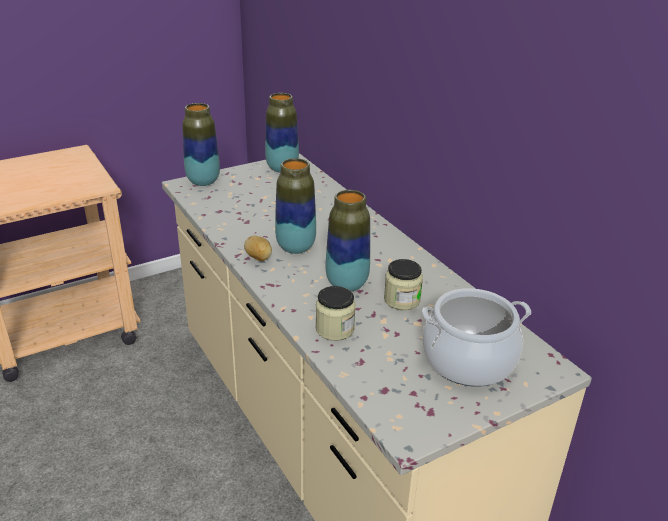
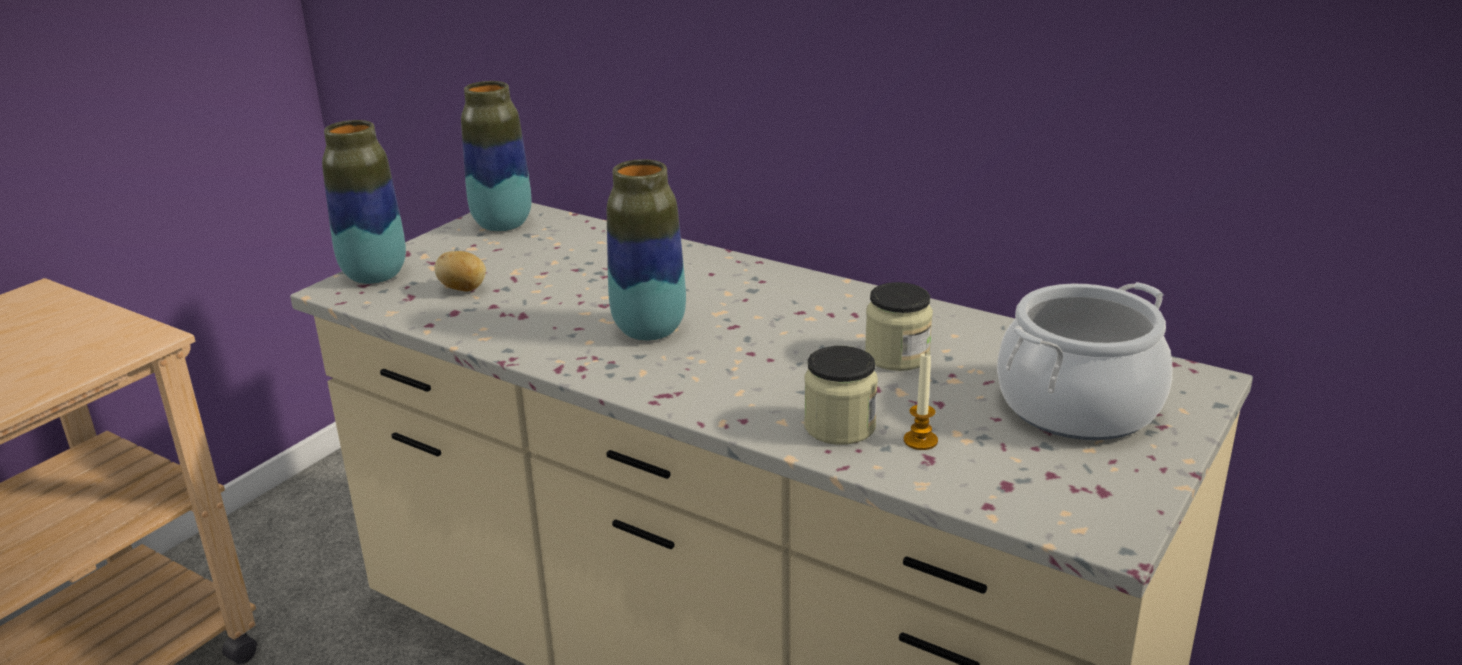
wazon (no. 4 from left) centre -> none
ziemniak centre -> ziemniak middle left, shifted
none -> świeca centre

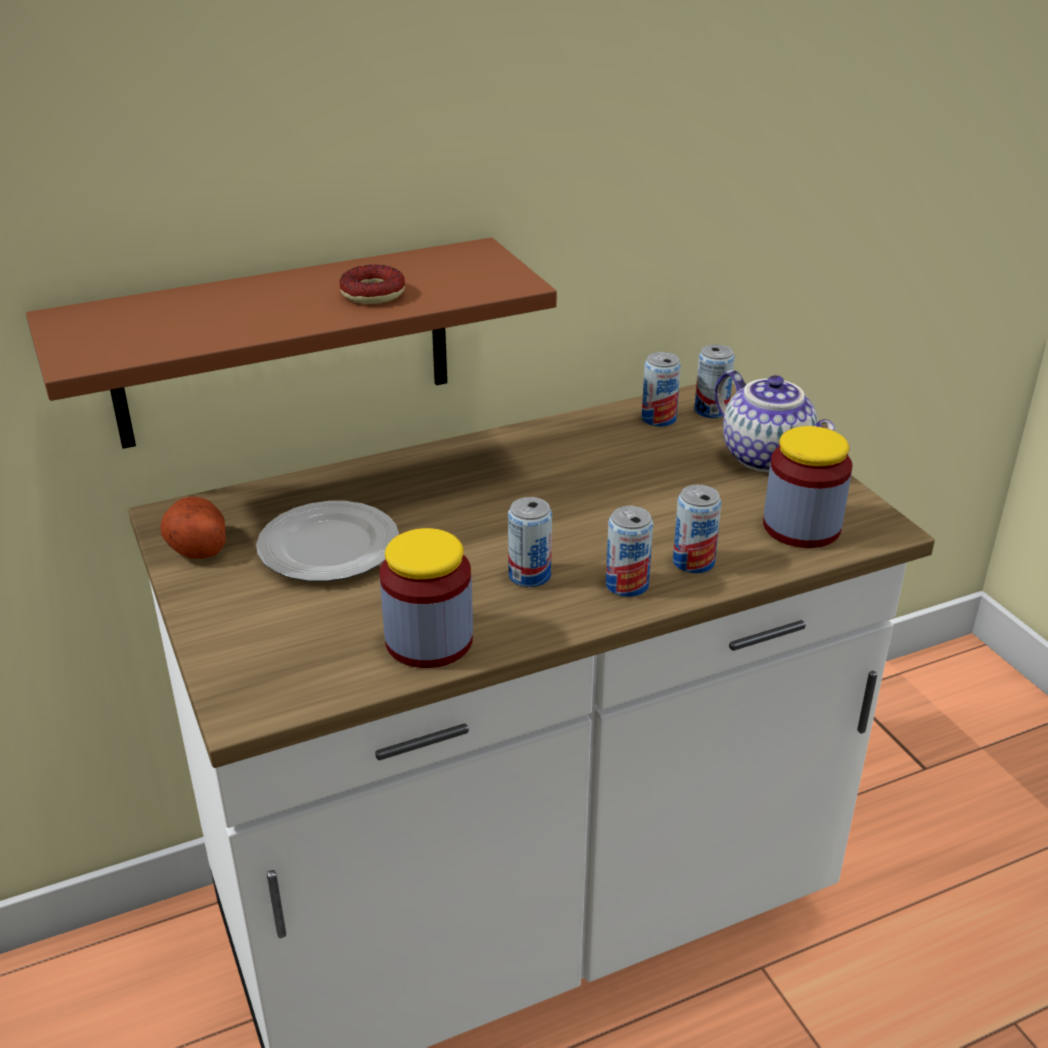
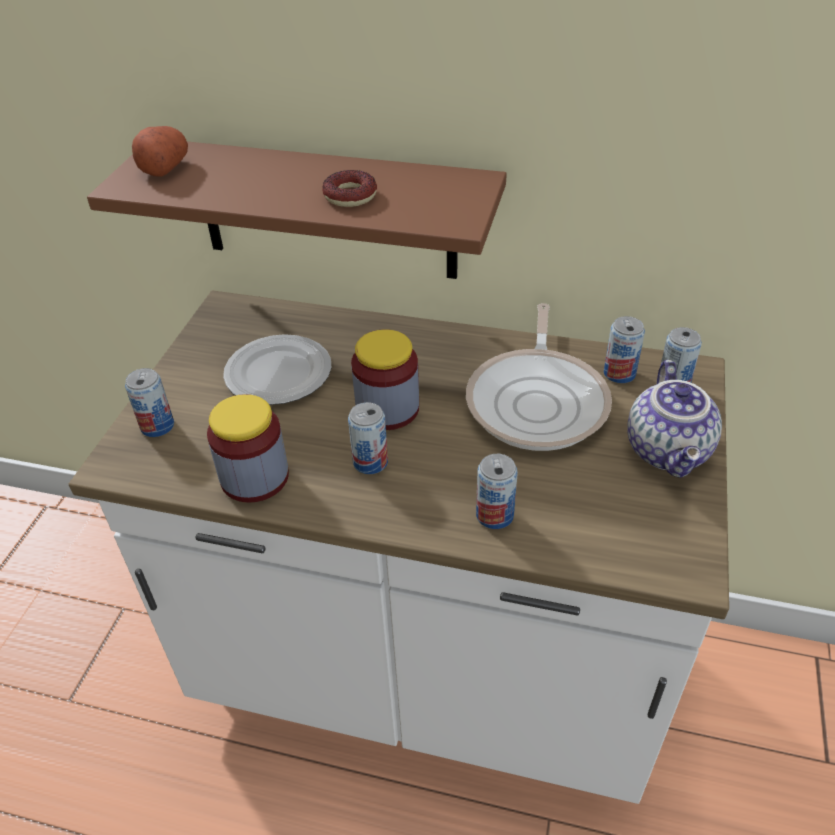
słoik (no. 2 from left) middle right -> słoik (no. 2 from left) centre, shifted
ziemniak middle left -> ziemniak top left, shifted
puszka (no. 2 from left in the first image) centre -> puszka (no. 1 from left) middle left, shifted
none -> patelnia centre

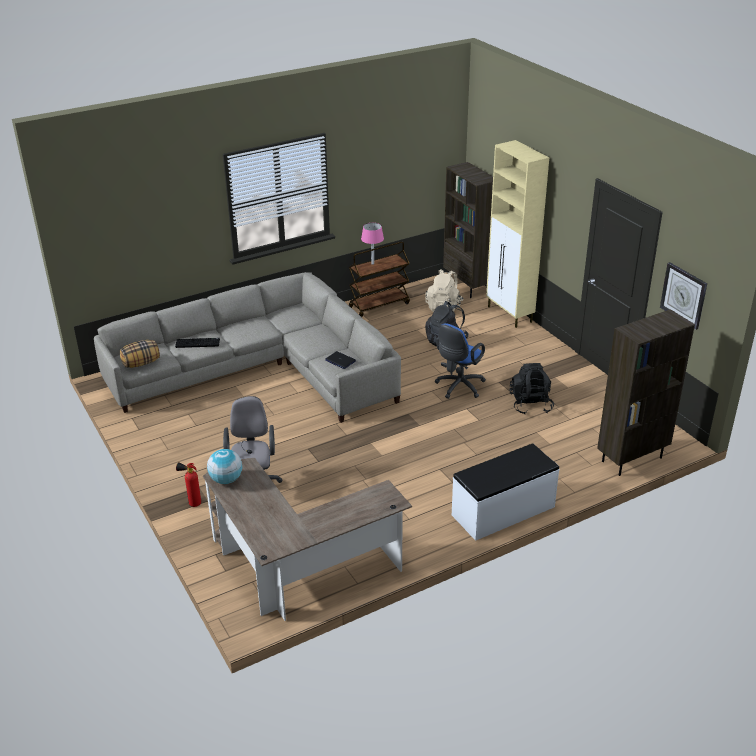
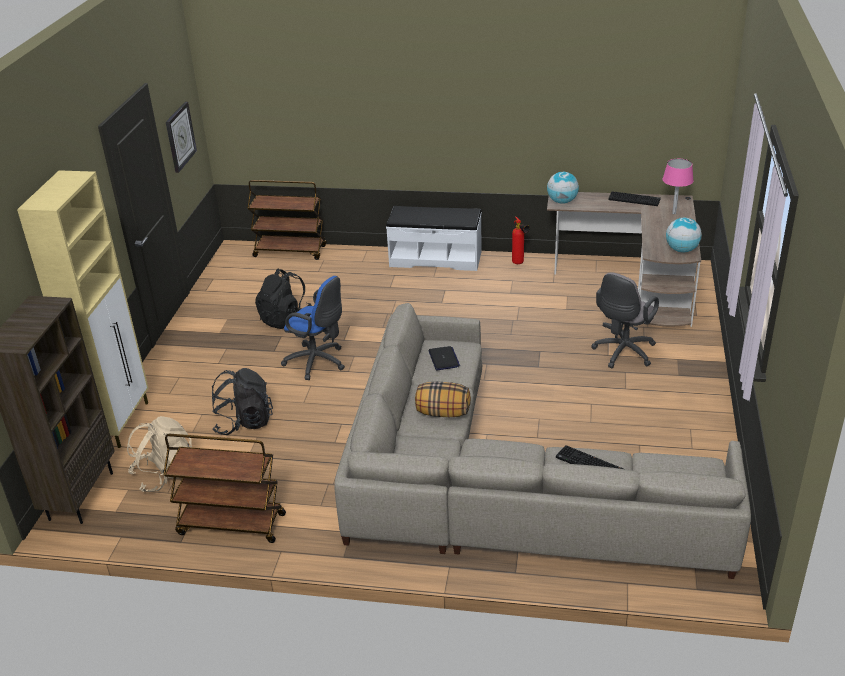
lampa stołowa/różowy top centre -> lampa stołowa/różowy top right, shifted
regał/brązowy (no. 2 from left) middle right -> wózek/brązowy (no. 2 from left) top centre
krzesło biurowe/niebieski centre, 45 degrees clockwise
poduszka middle left -> poduszka centre, shifted
gaśnica middle left -> gaśnica centre, shifted
none -> globus (no. 1 from left) top centre
none -> klawiatura (no. 2 from left) top right

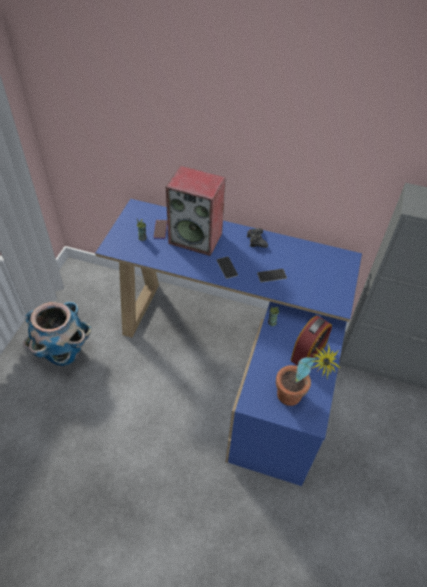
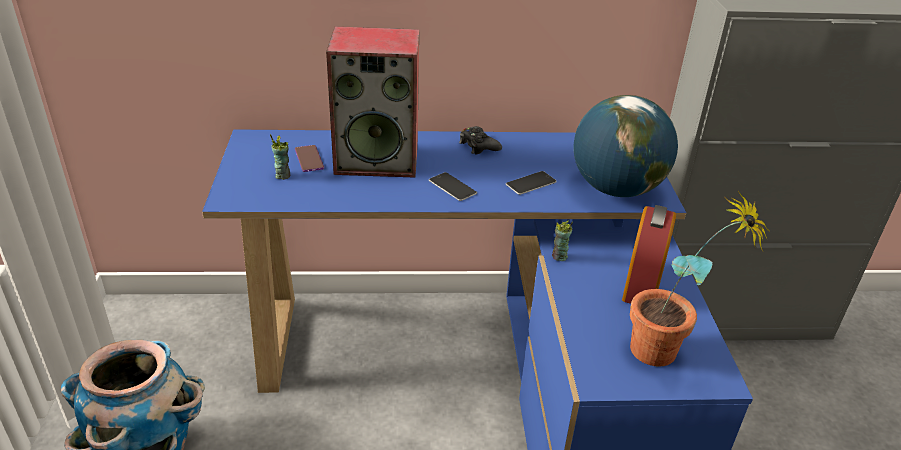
none -> globus top right

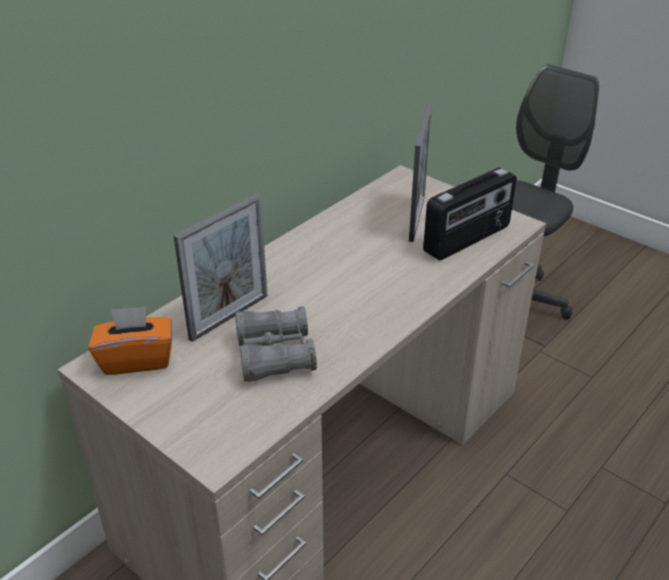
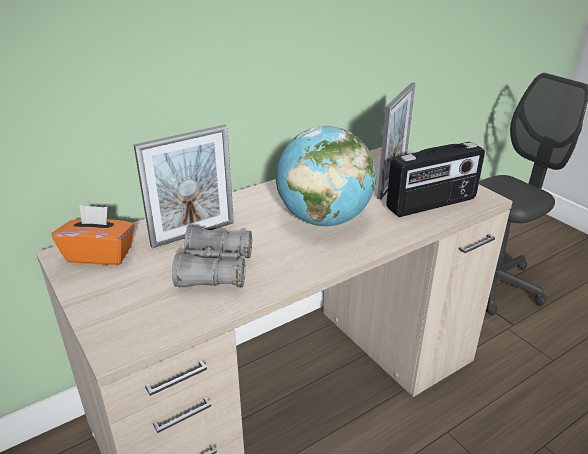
none -> globus centre

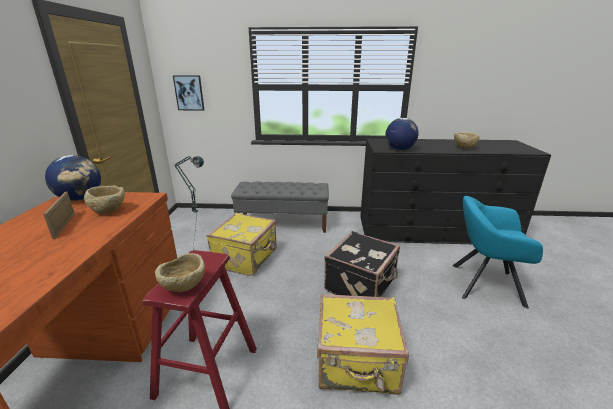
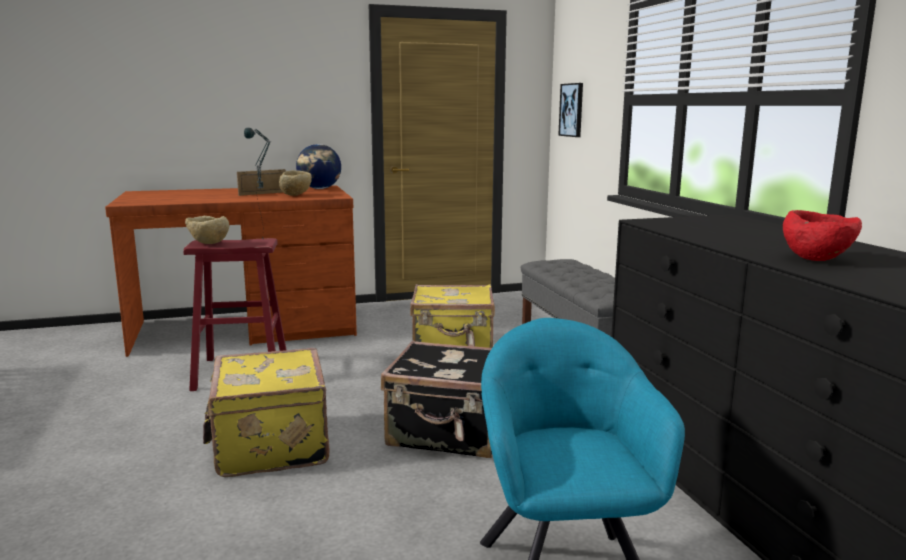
globus (no. 2 from left) top centre -> none
miska/beżowy (no. 3 from left) middle right -> miska/czerwony middle right

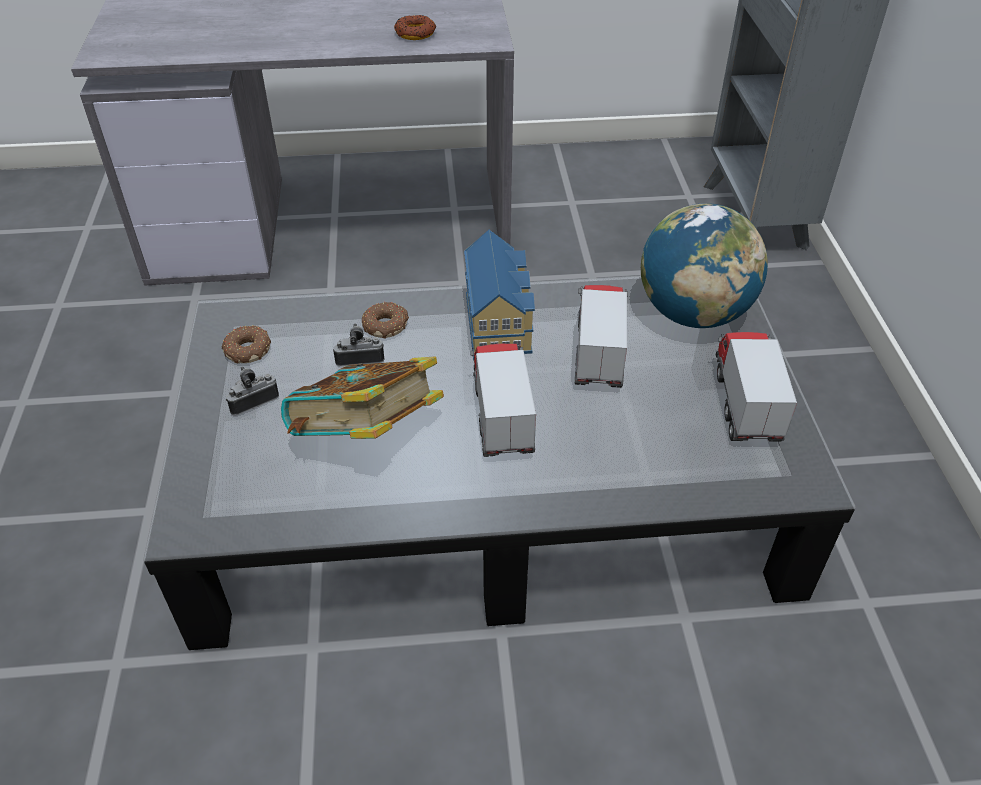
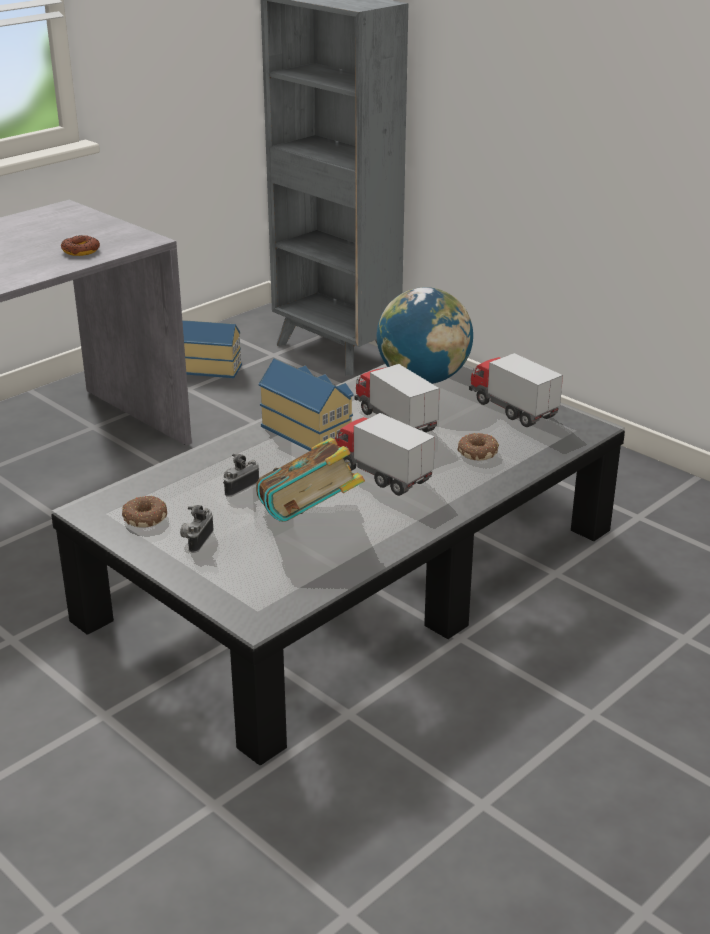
donut (no. 2 from left in the first image) centre -> donut (no. 3 from left) middle right, shifted
none -> domek (no. 1 from left) middle left

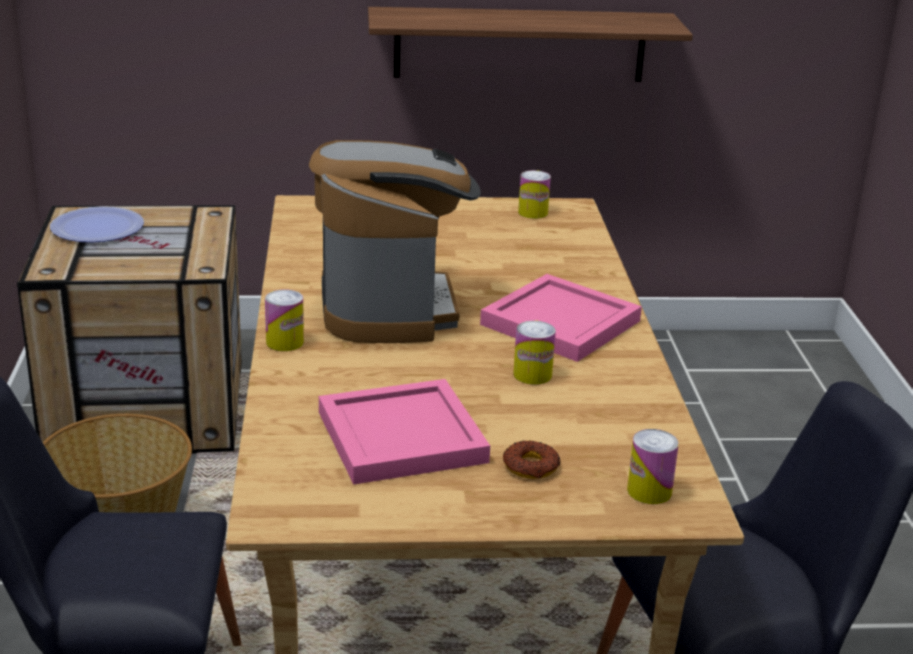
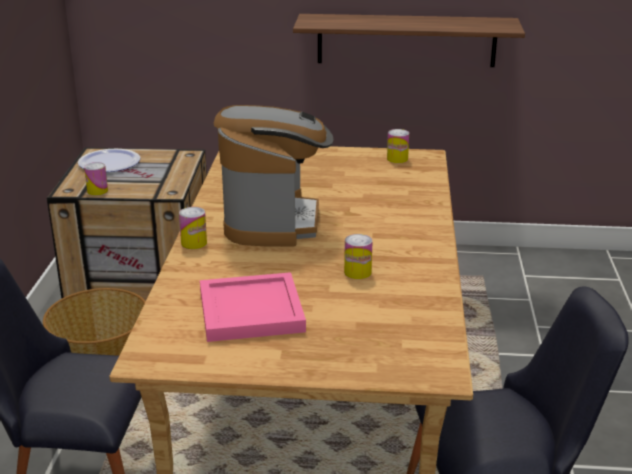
taca/różowy (no. 2 from left) centre -> none
puszka (no. 4 from left in the first image) bottom right -> puszka (no. 1 from left) middle left, shifted
donut bottom centre -> none

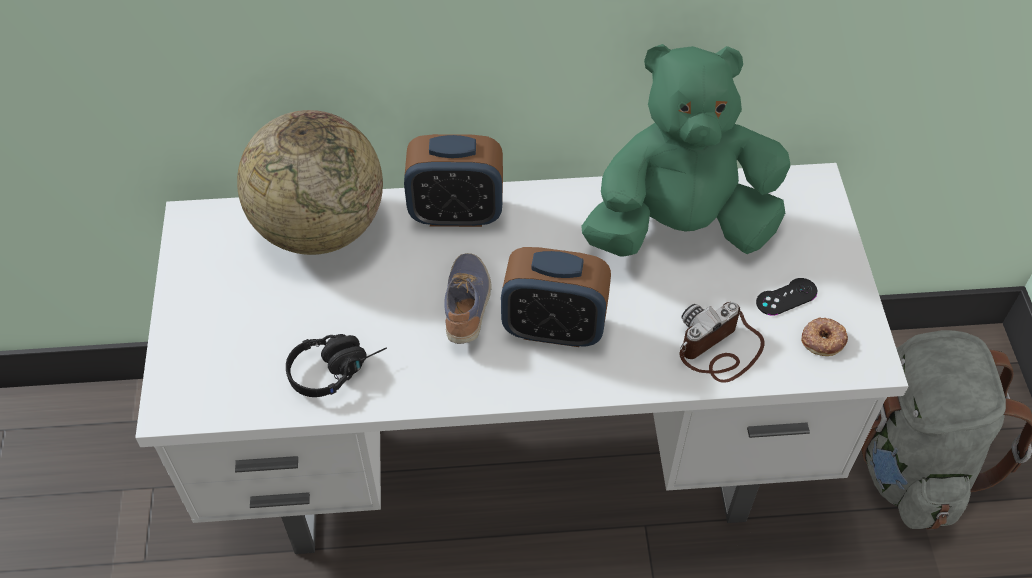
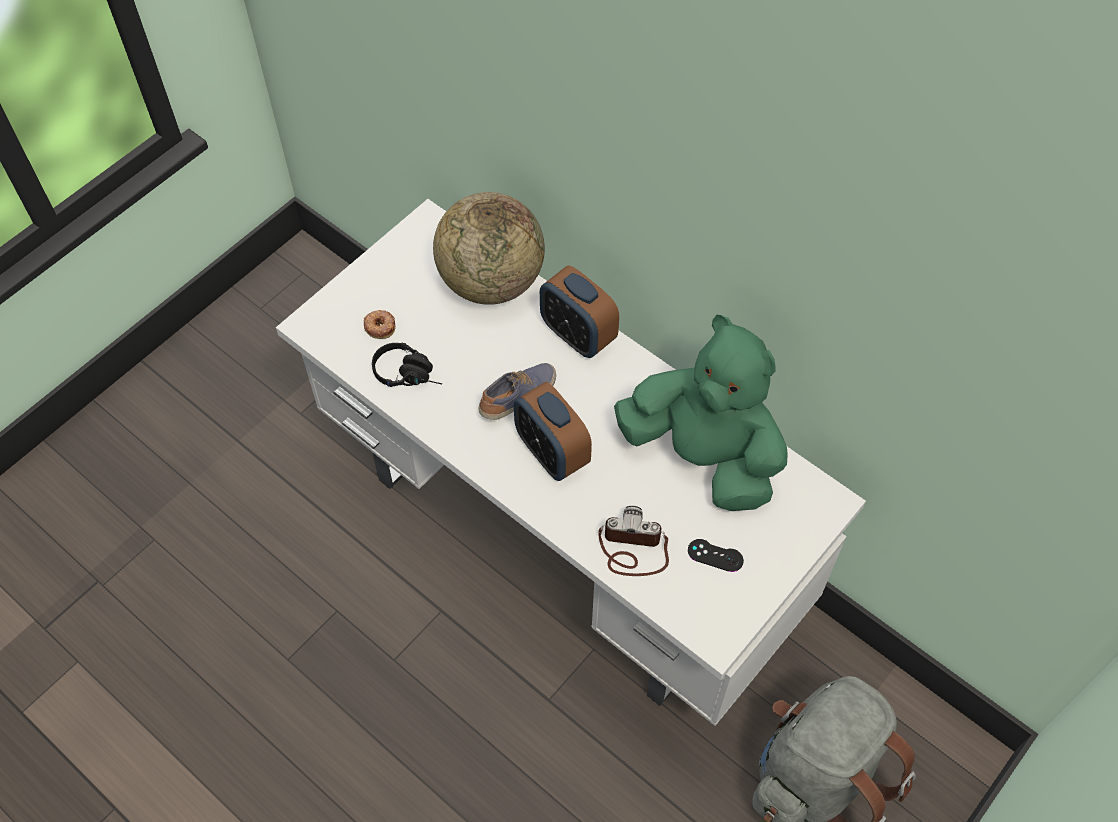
donut middle right -> donut centre, shifted

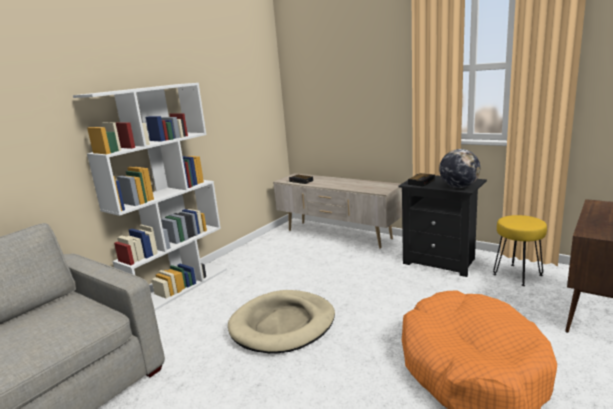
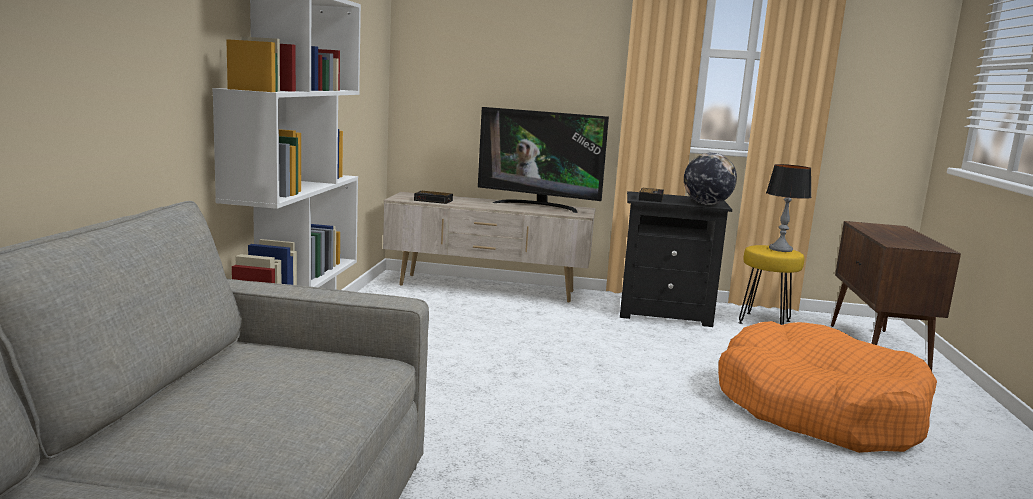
legowisko/beżowy bottom centre -> none
none -> telewizor top centre
none -> lampa stołowa middle right

